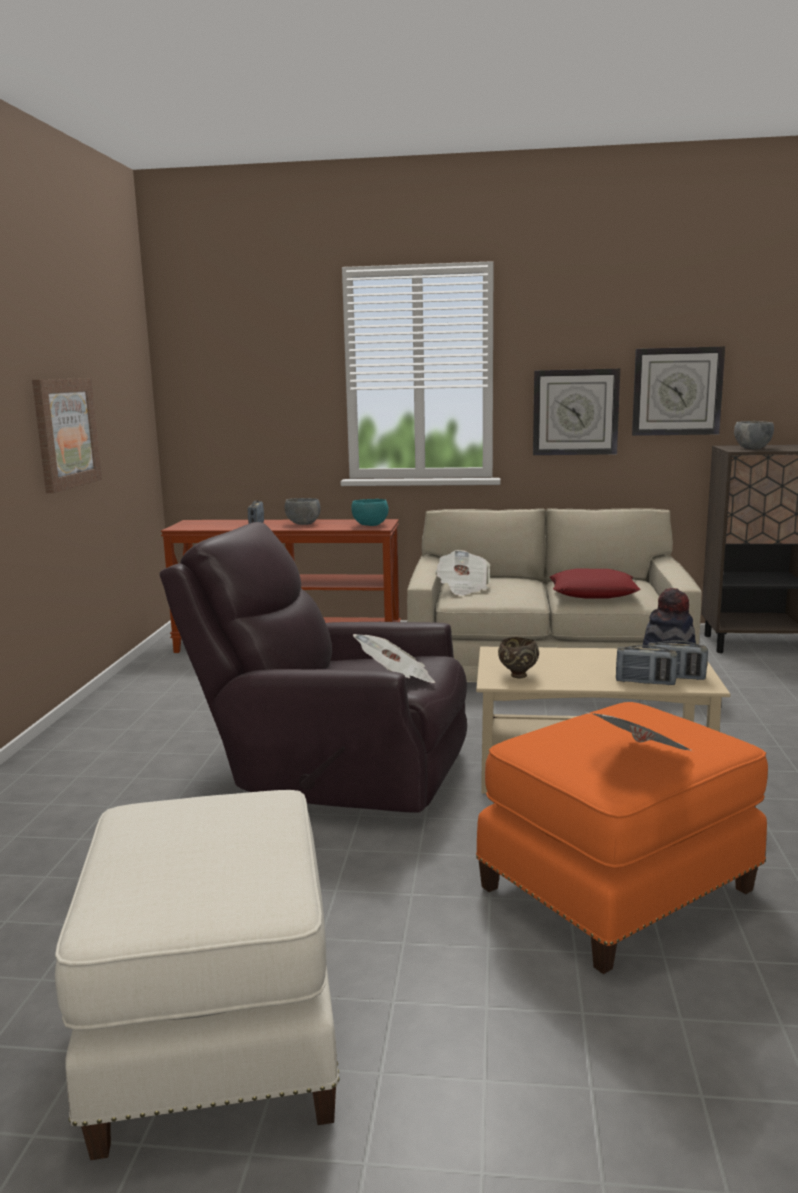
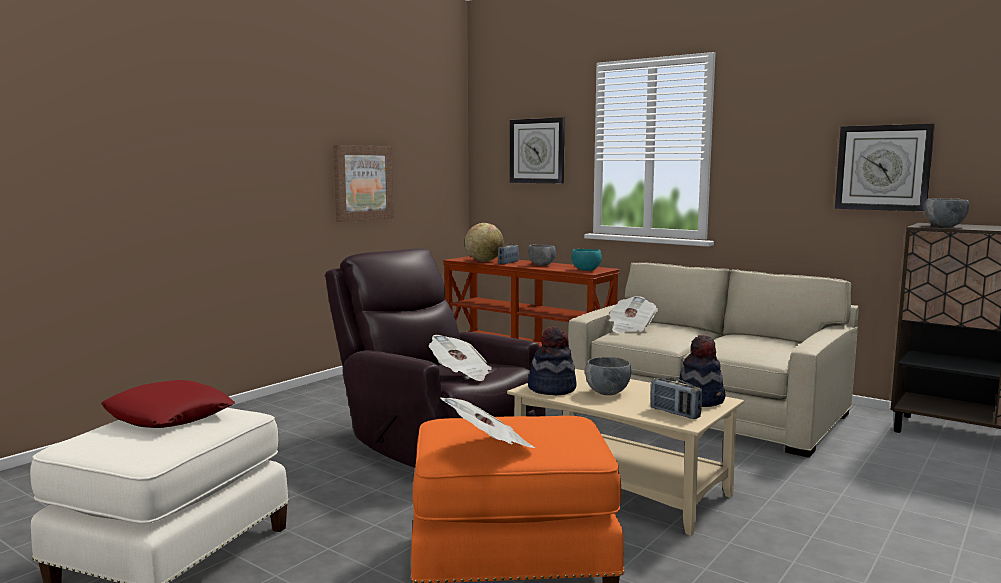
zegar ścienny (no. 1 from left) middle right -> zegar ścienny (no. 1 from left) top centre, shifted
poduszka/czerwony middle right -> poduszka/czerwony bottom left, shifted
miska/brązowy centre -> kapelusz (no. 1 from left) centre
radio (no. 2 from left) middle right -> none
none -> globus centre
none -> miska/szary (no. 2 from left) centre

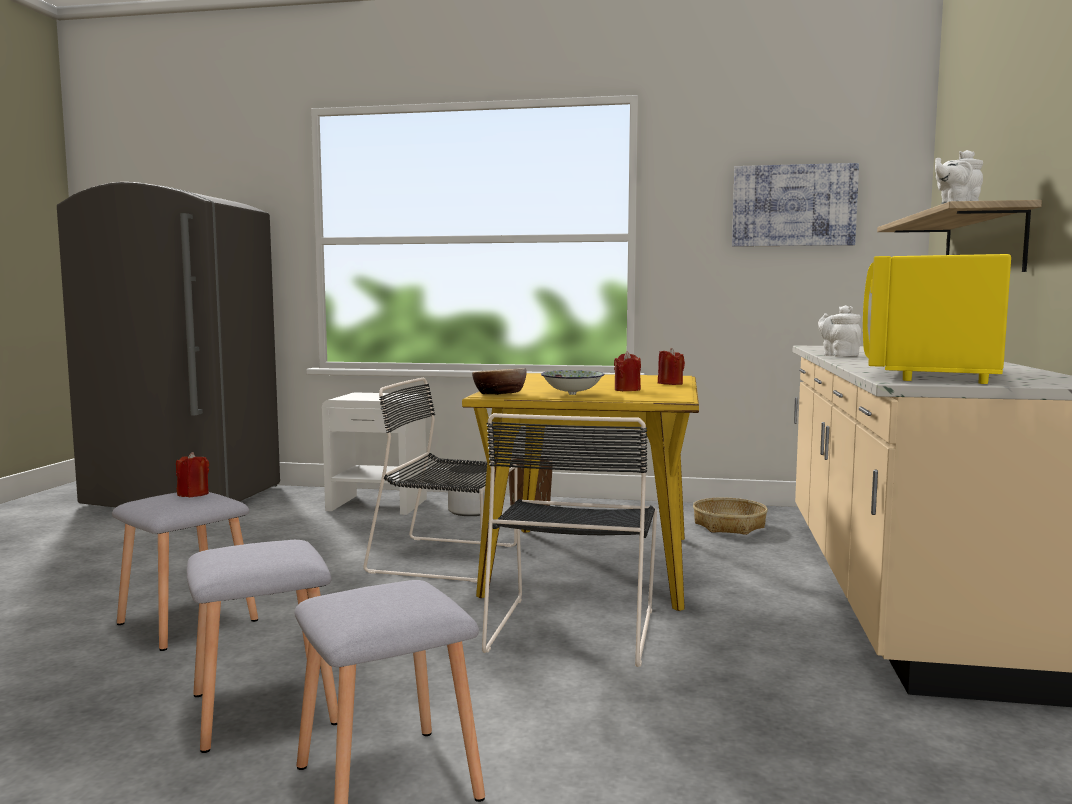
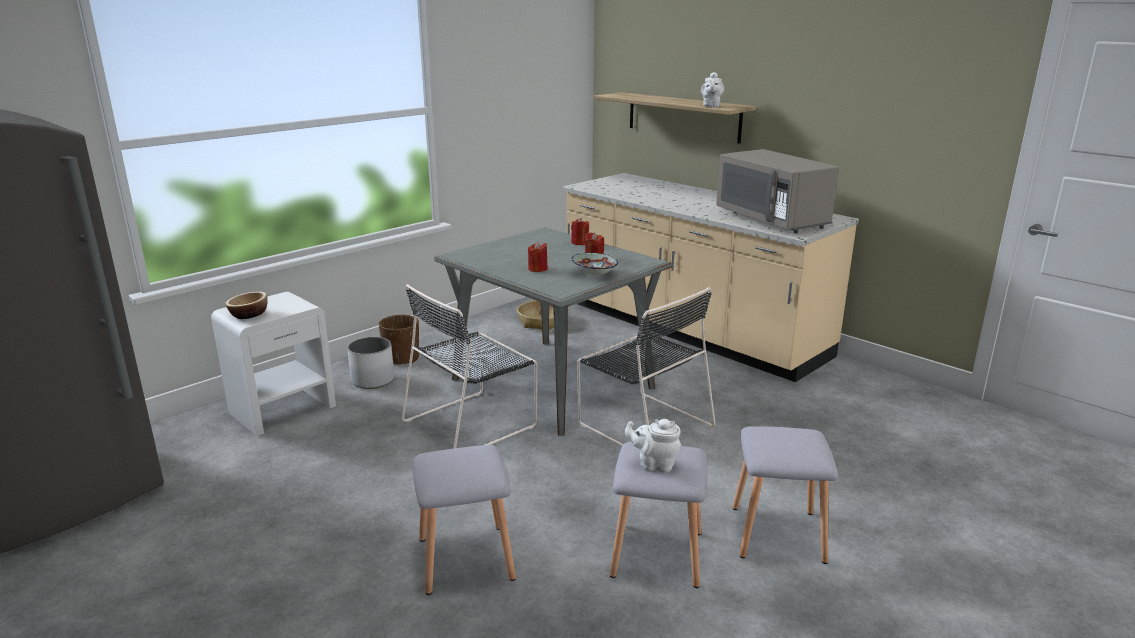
obraz top right -> none
mikrofalówka/żółty middle right -> mikrofalówka/szary top right
imbryk/biały (no. 1 from left) middle right -> imbryk/biały (no. 1 from left) bottom centre, shifted
miska (no. 1 from left) centre -> miska (no. 1 from left) middle left, shifted
stół jadalny/żółty centre -> stół jadalny/szary centre
świeca/czerwony (no. 1 from left) middle left -> świeca/czerwony (no. 1 from left) centre, shifted

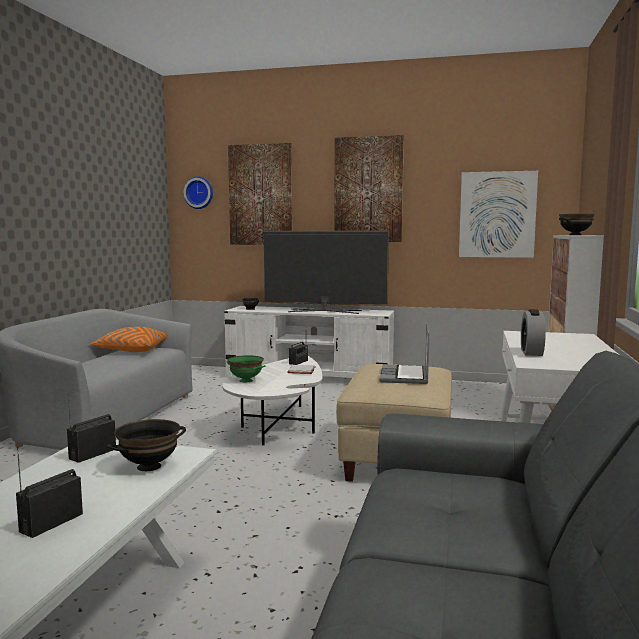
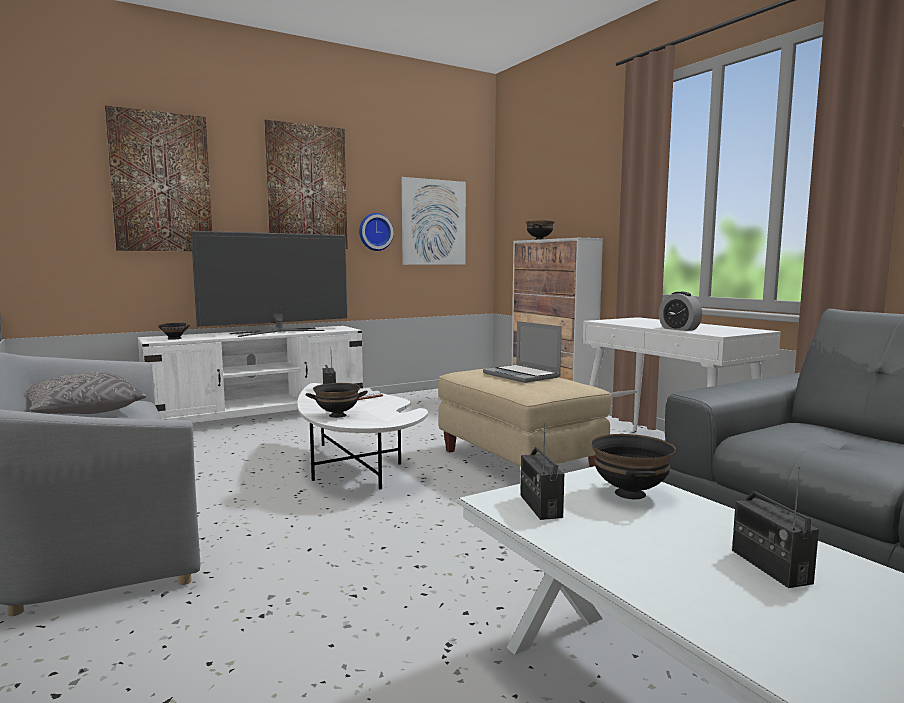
zegar ścienny top left -> zegar ścienny top centre, shifted
poduszka/pomarańczowy middle left -> poduszka/szary middle left
miska/zielony centre -> miska/czarny (no. 2 from left) centre

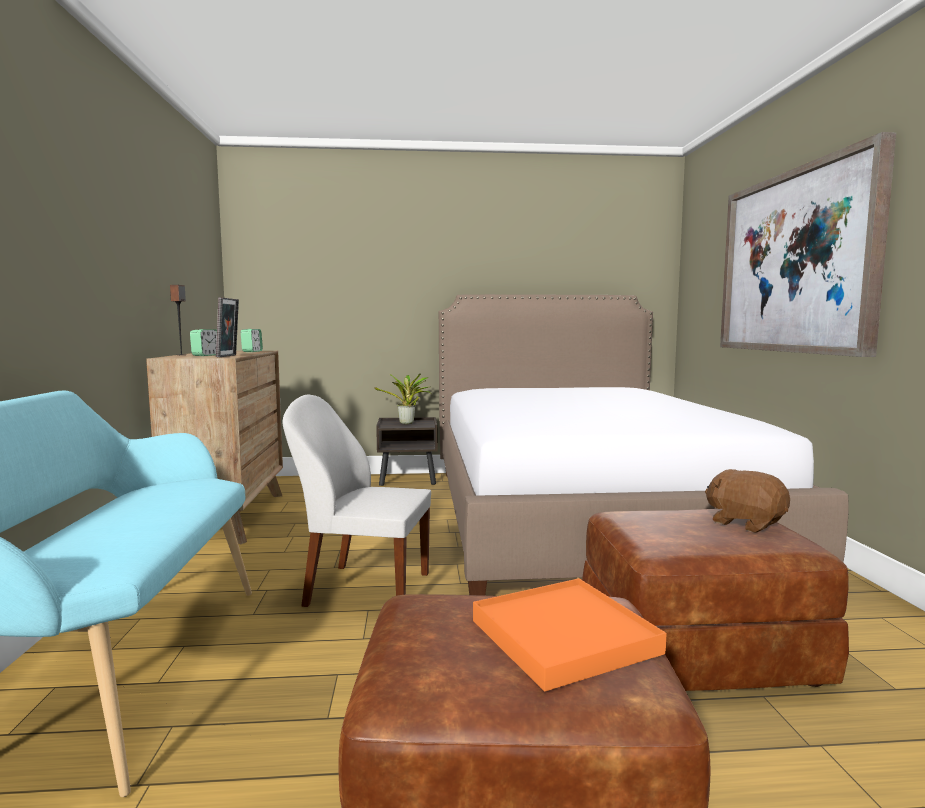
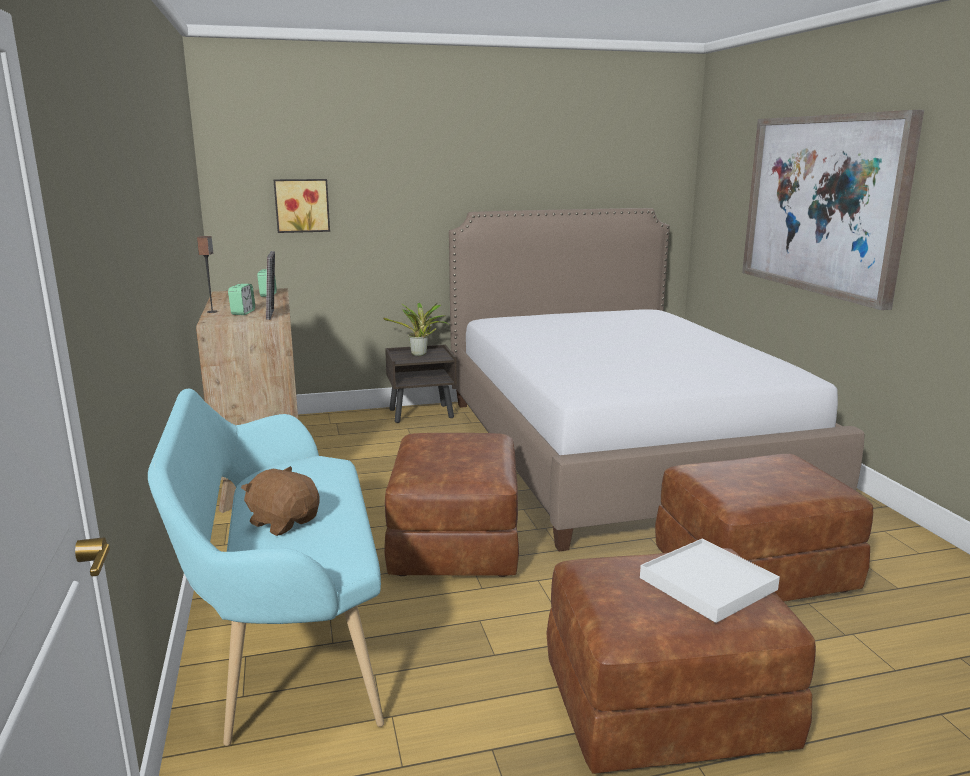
krzesło/biały centre -> pufa/brązowy (no. 1 from left) centre
pluszak/brązowy middle right -> pluszak/brązowy middle left, shifted
taca/pomarańczowy bottom centre -> taca/biały bottom right
none -> obraz (no. 1 from left) top left

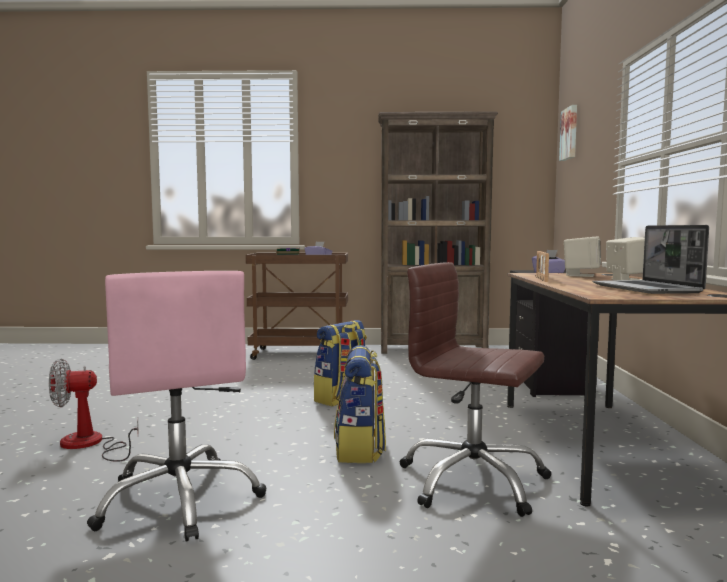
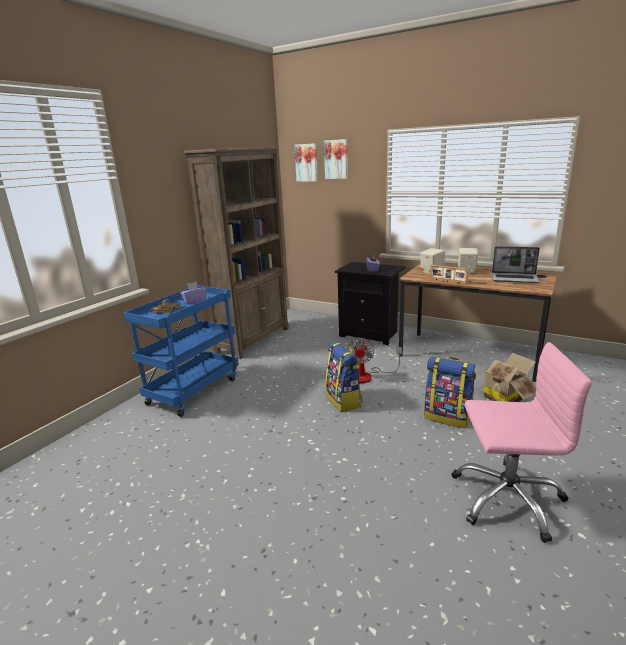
wózek/brązowy centre -> wózek/niebieski middle left
krzesło biurowe/brązowy bottom centre -> karton middle right
wentylator bottom left -> wentylator centre, shifted
none -> obraz (no. 2 from left) top centre

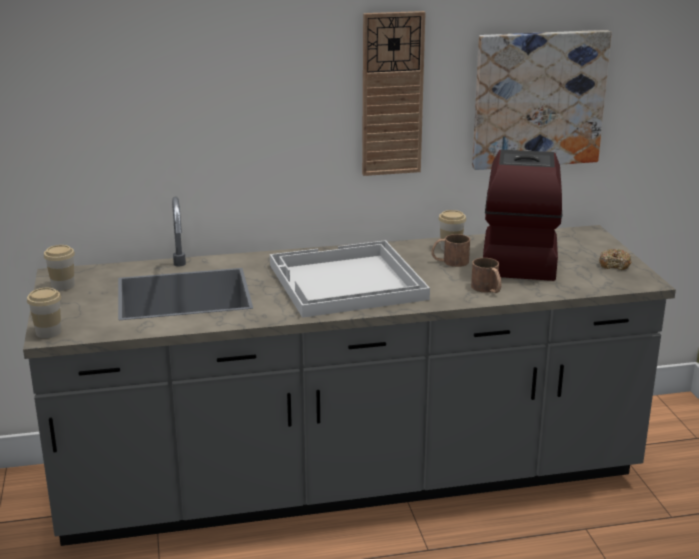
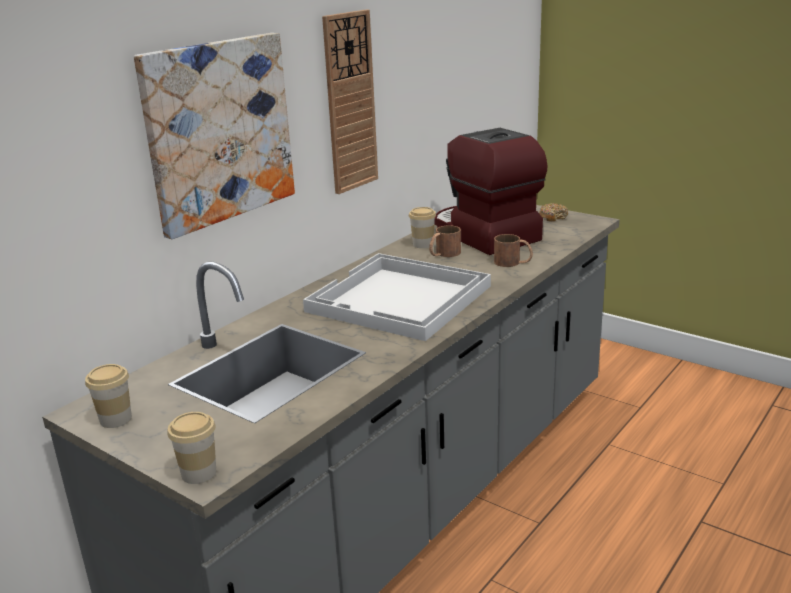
obraz top right -> obraz top left, shifted

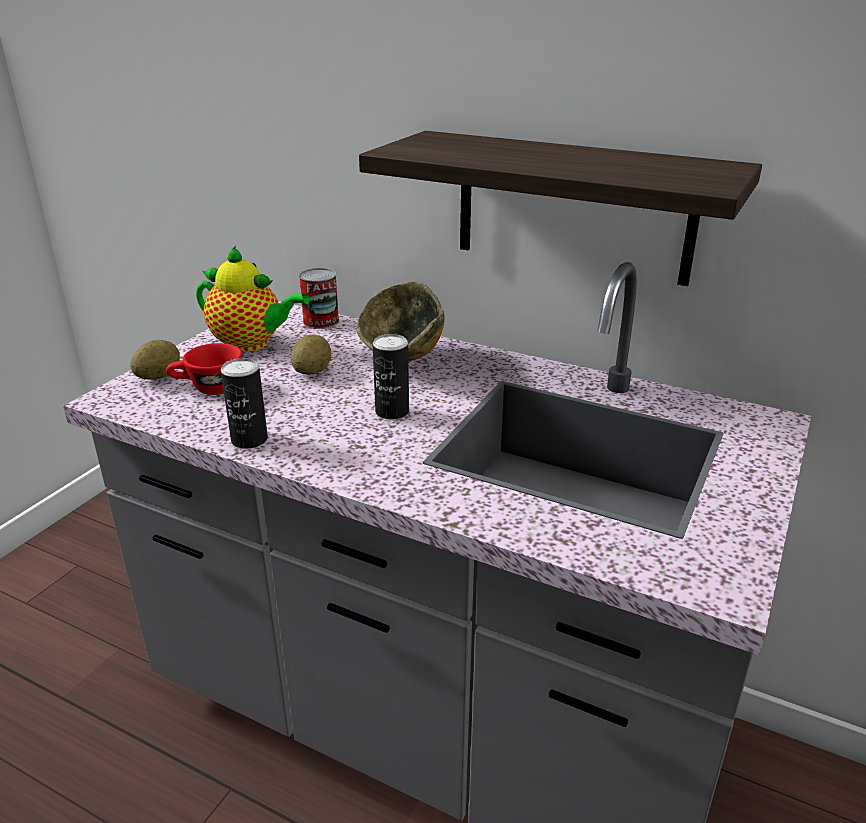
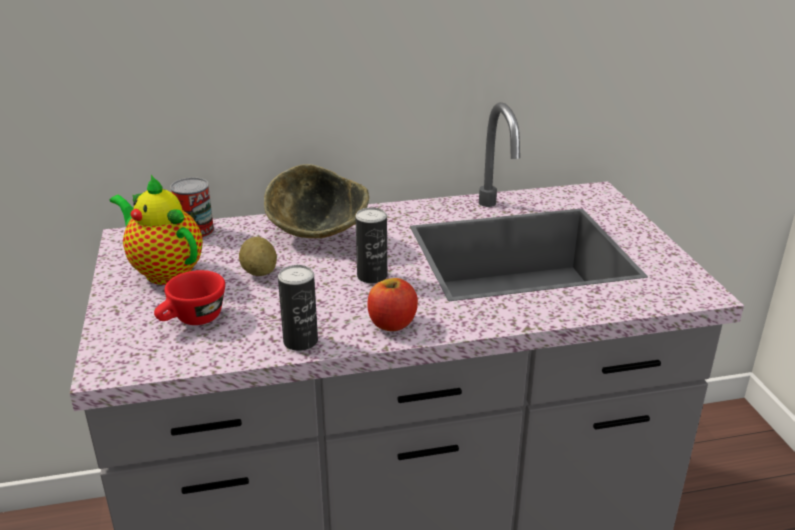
półka top centre -> none
imbryk middle left, 120 degrees counterclockwise
ziemniak (no. 1 from left) middle left -> none
none -> jabłko centre

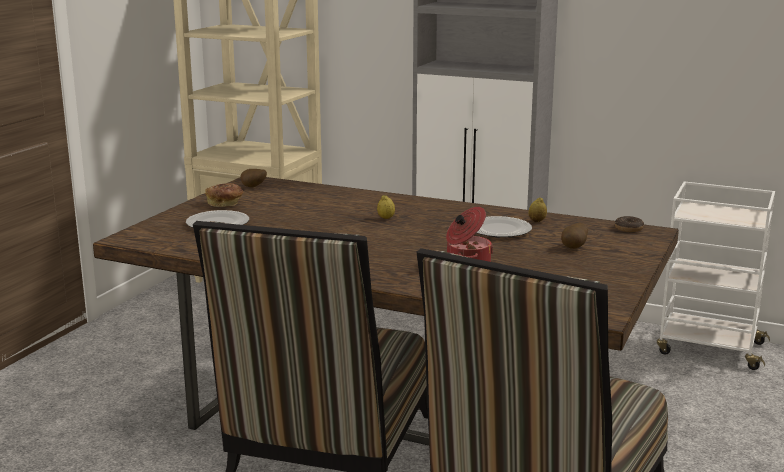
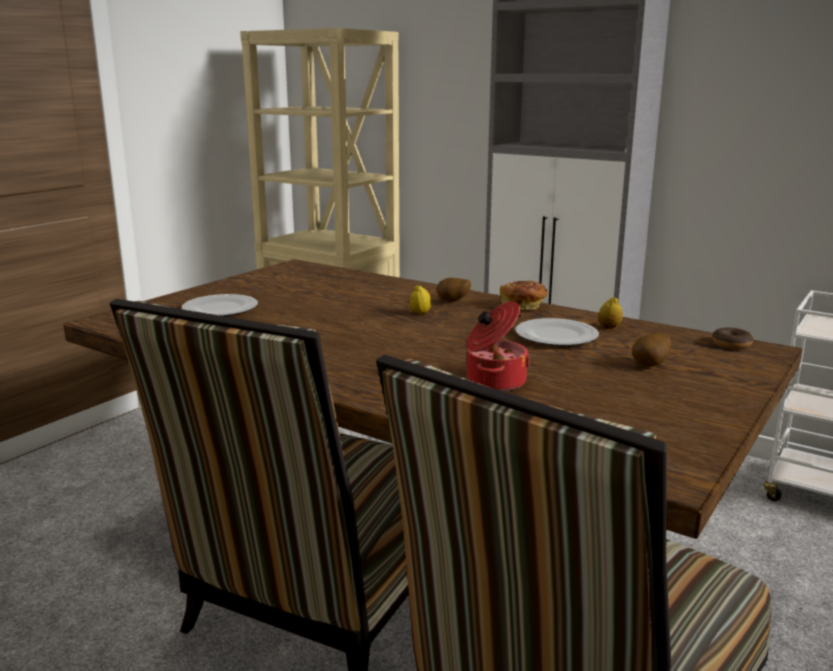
ziemniak (no. 1 from left) middle left -> ziemniak (no. 1 from left) centre, shifted
chleb middle left -> chleb centre, shifted

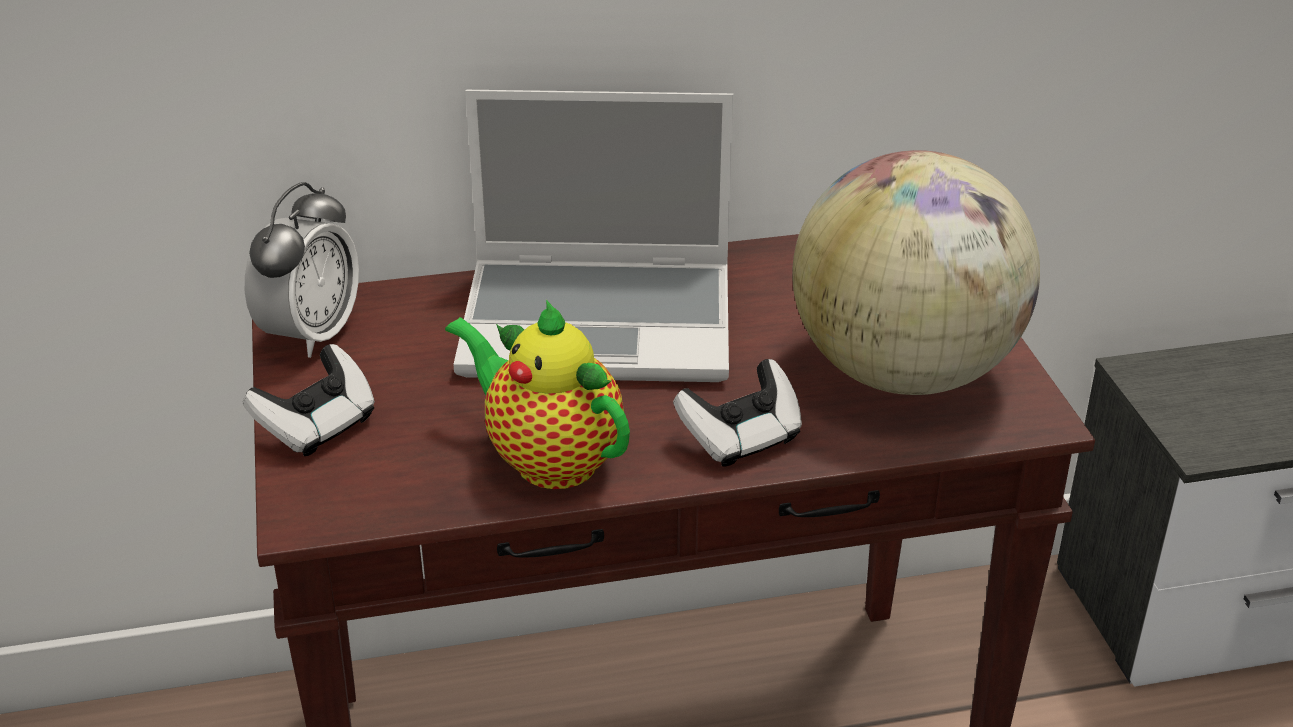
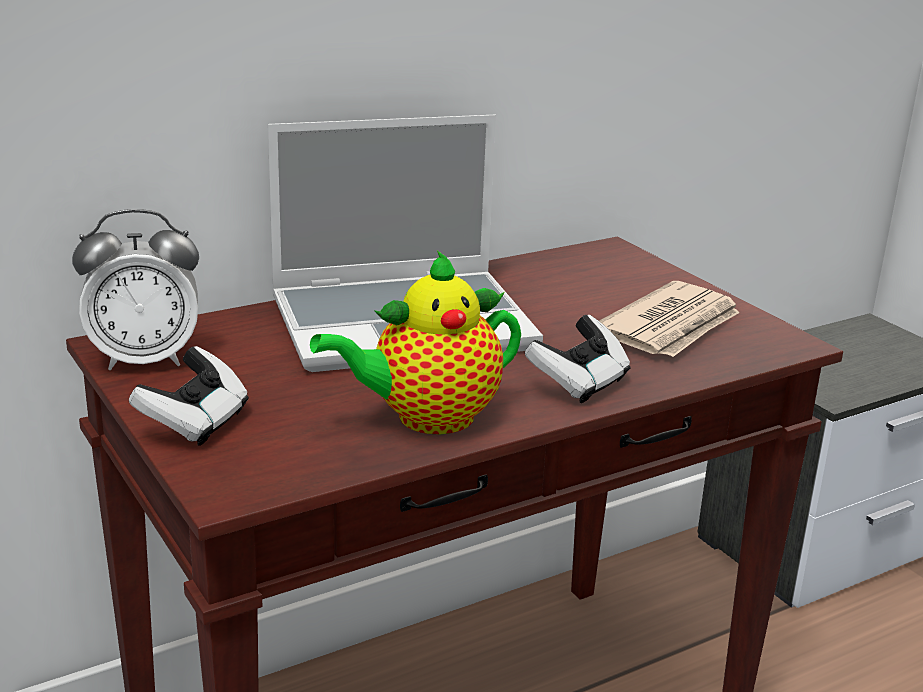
globus middle right -> gazeta middle right
budzik middle left, 75 degrees clockwise
imbryk centre, 45 degrees counterclockwise

